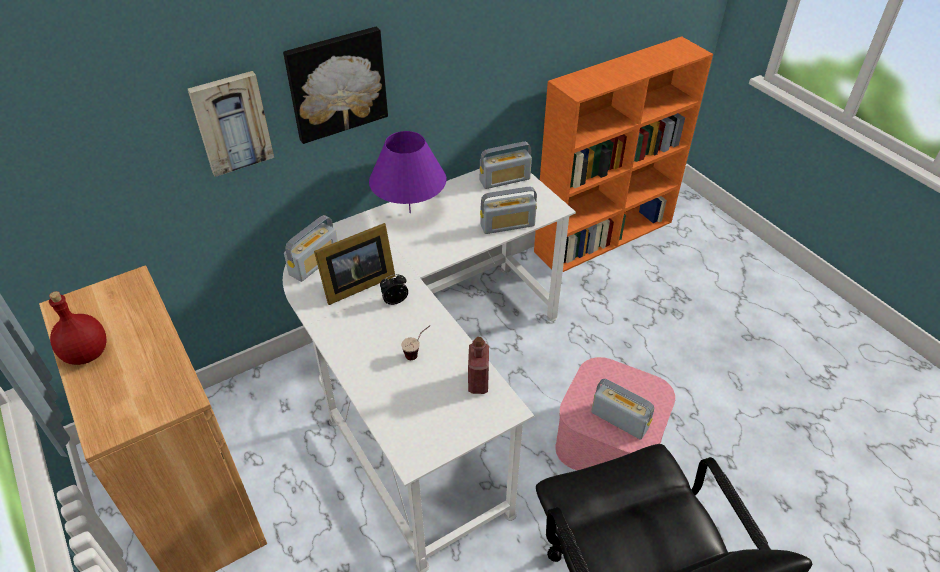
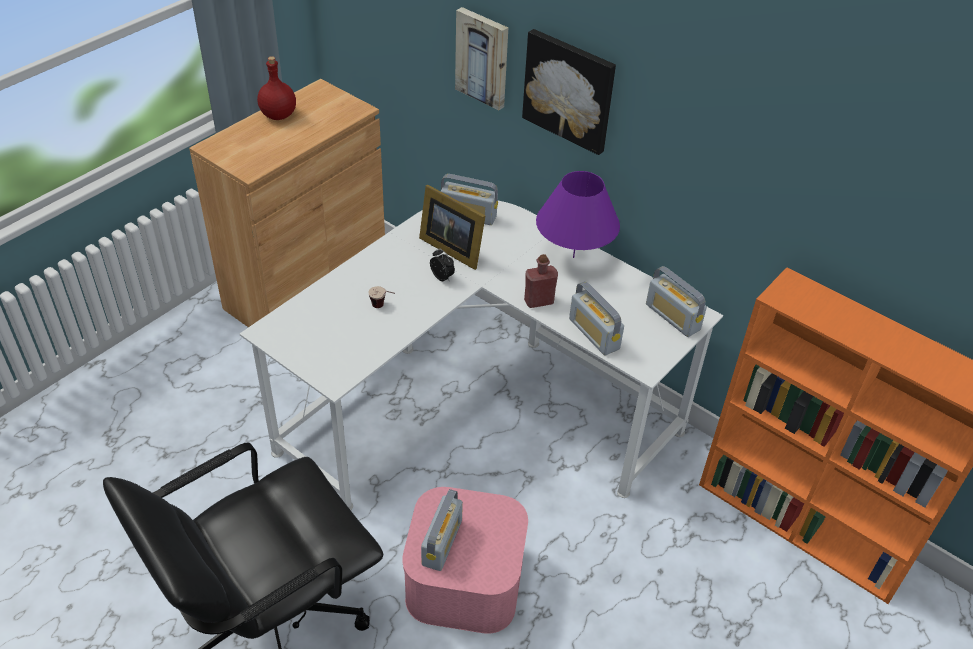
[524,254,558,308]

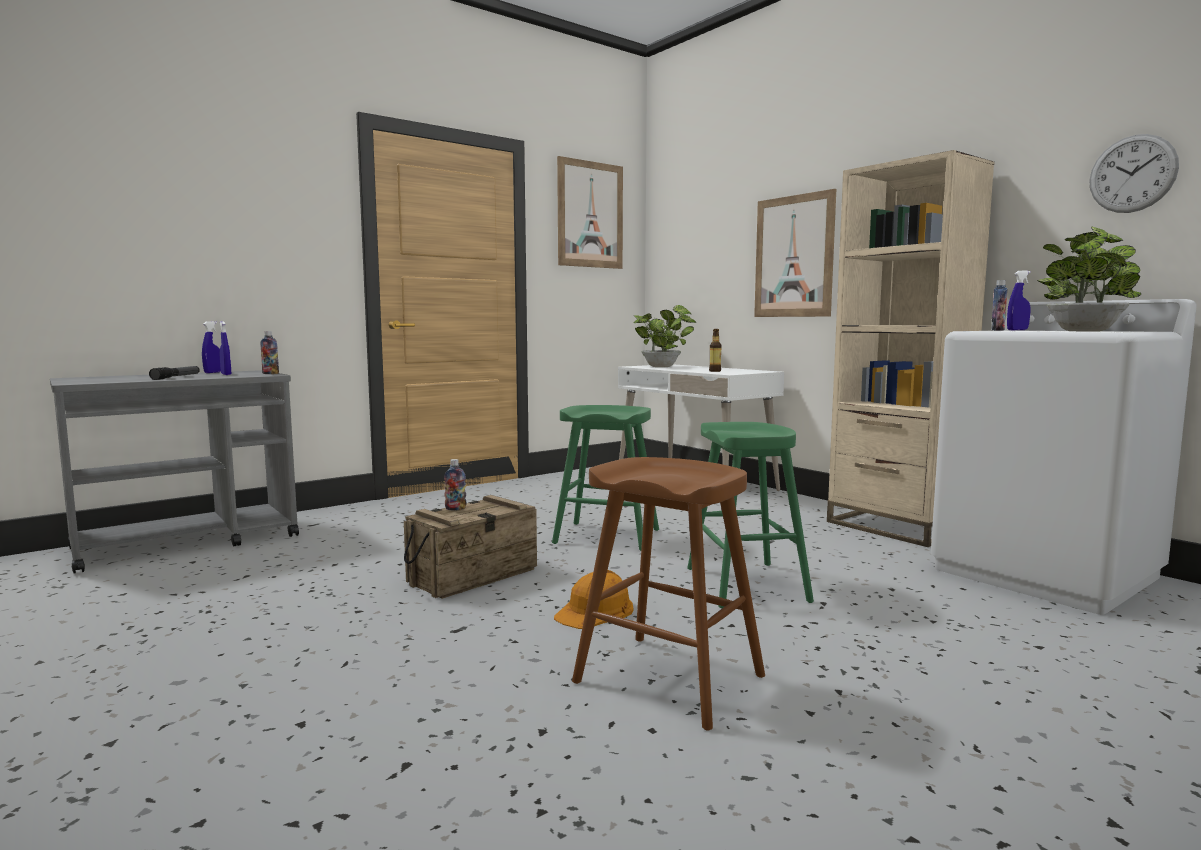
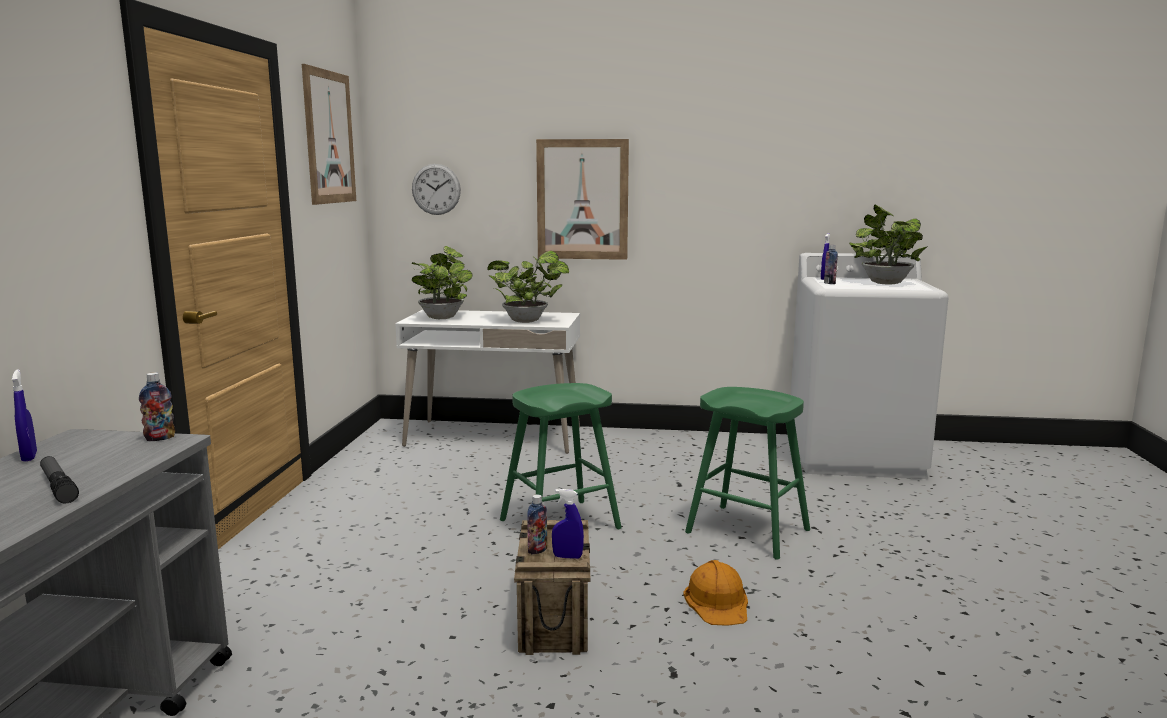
[572,457,765,731] (first image)
[827,150,995,547] (first image)
[552,489,584,559]
[412,164,461,215]
[487,251,569,323]

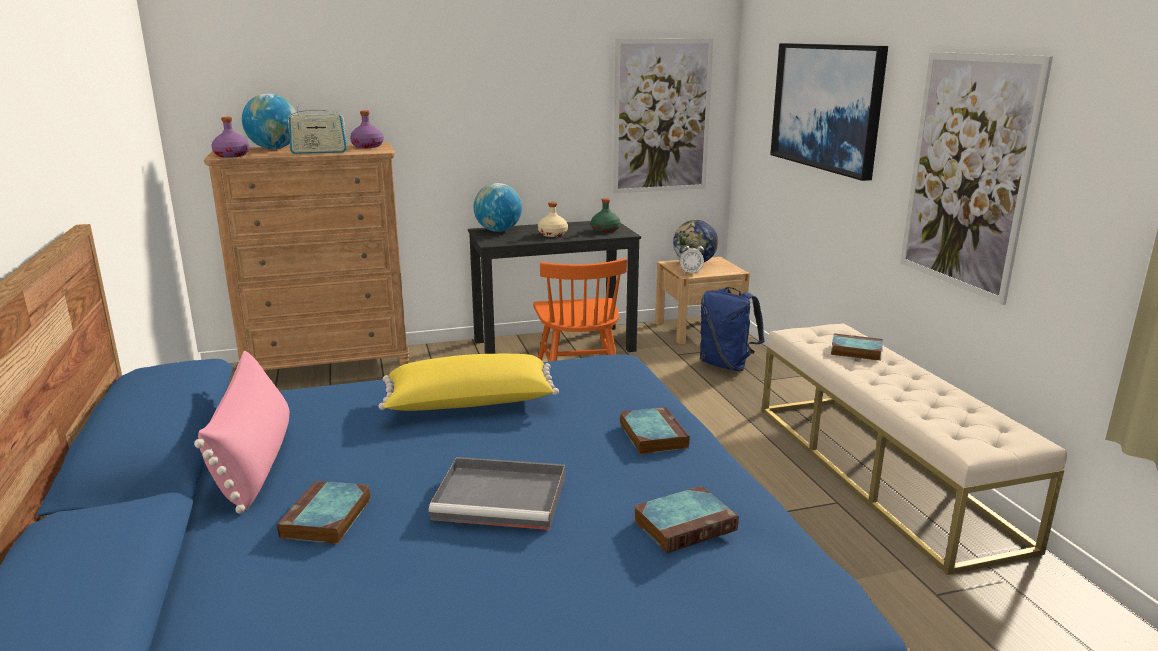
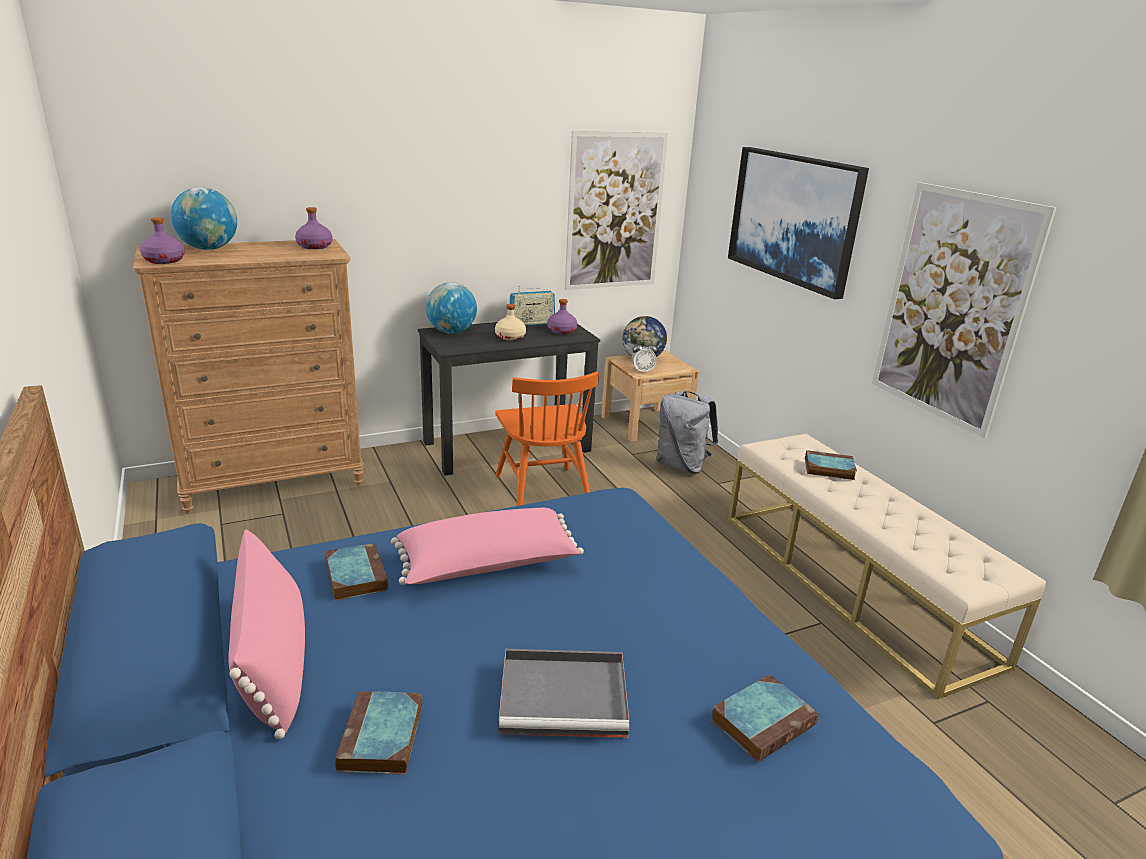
[509,286,555,326]
[325,543,388,601]
[391,508,584,585]
[547,299,577,335]
[657,391,718,474]

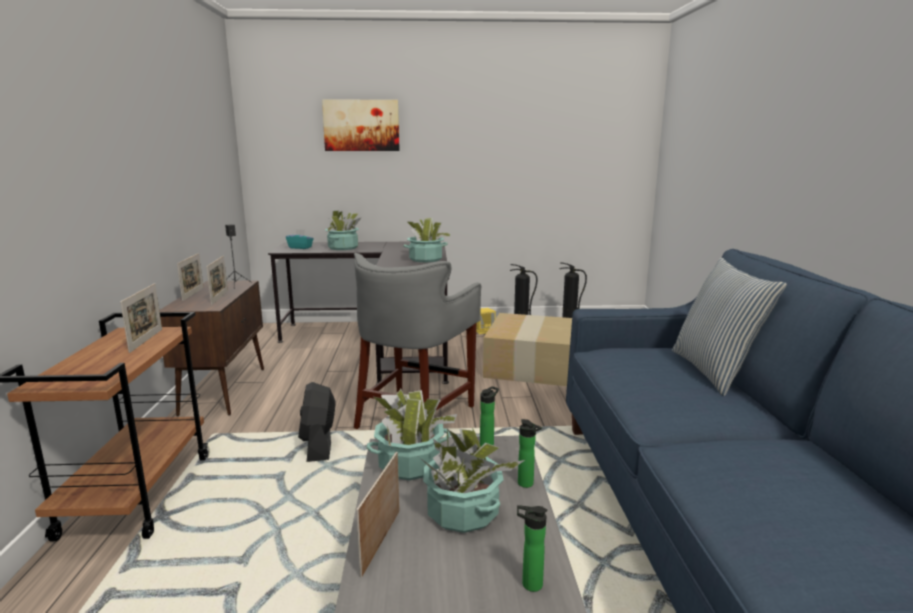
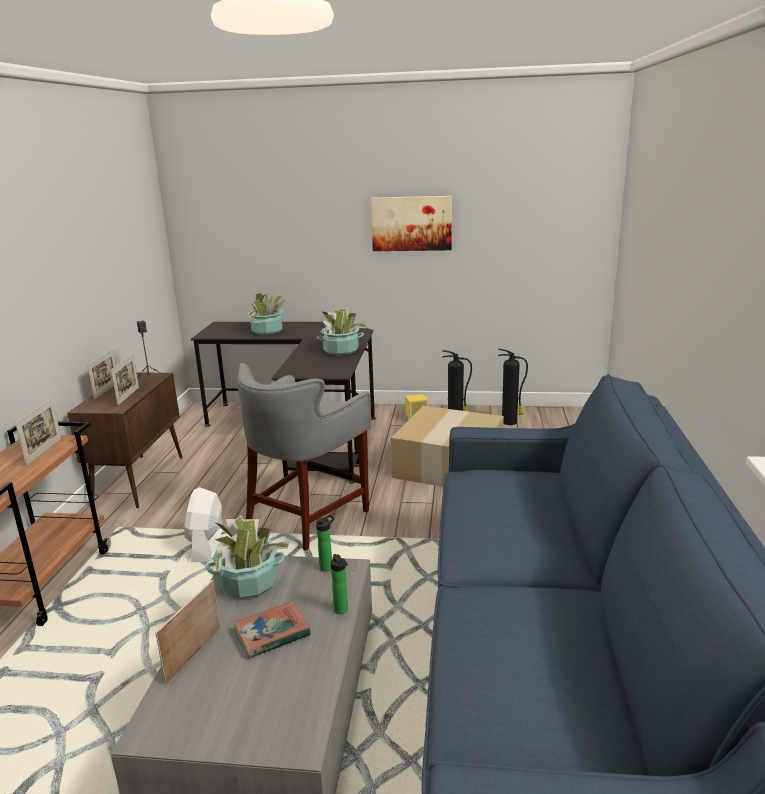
[286,229,314,249] (first image)
[517,505,547,592] (first image)
[672,258,787,396] (first image)
[371,196,452,251]
[234,601,311,658]
[184,487,223,562]

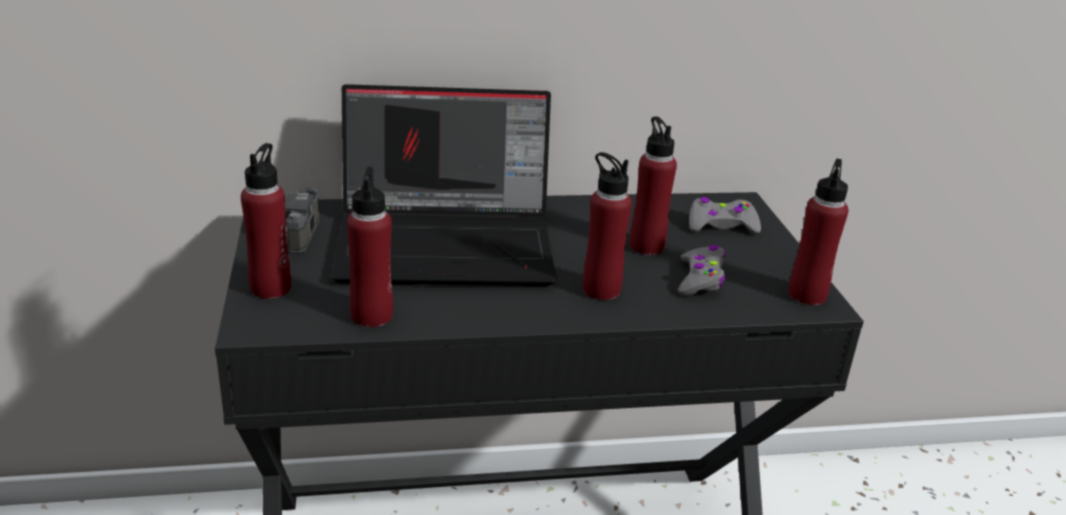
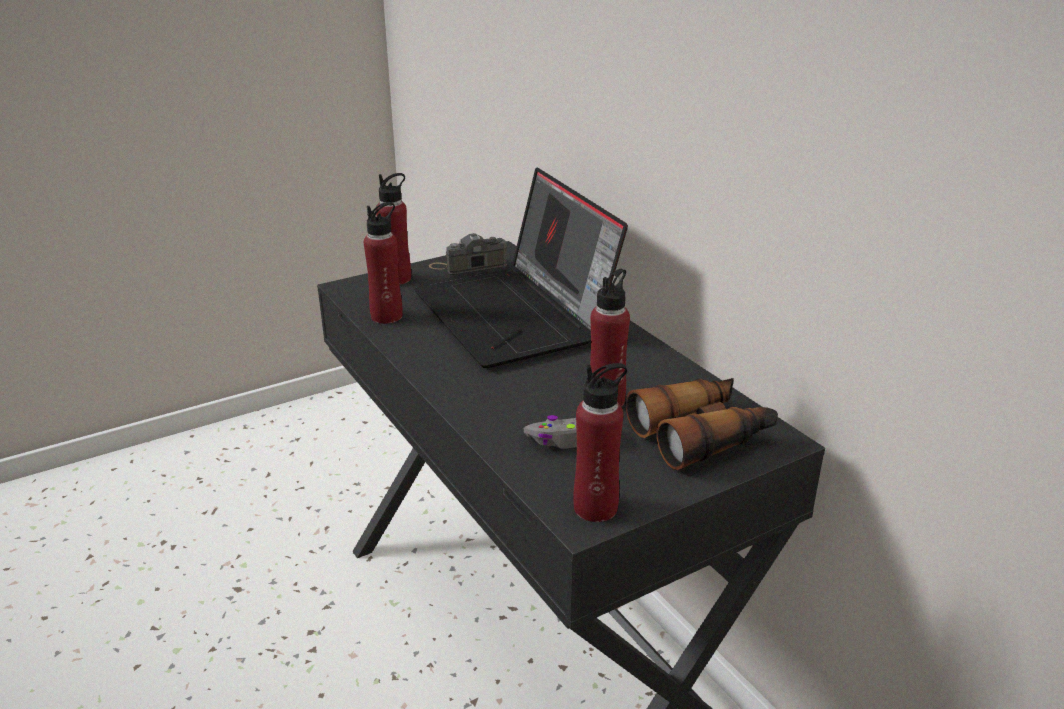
[582,152,632,300] (first image)
[626,378,778,470]

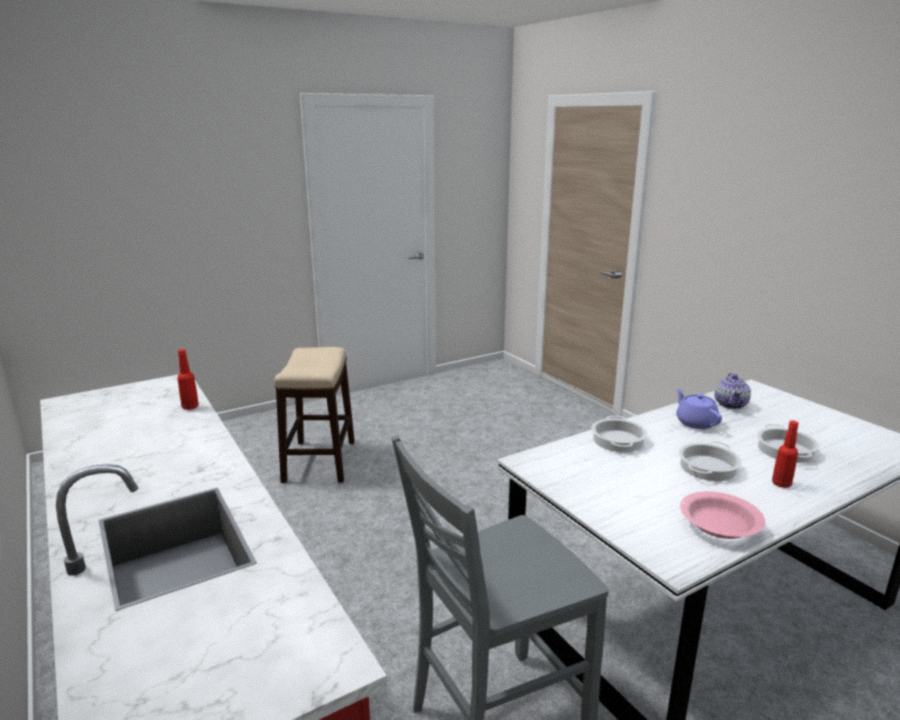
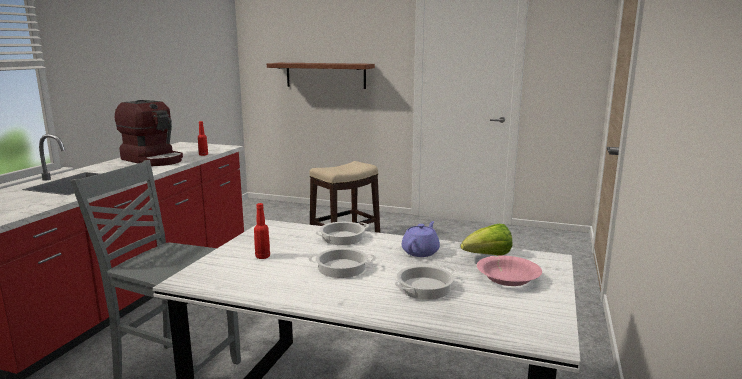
[115,100,183,166]
[267,63,375,89]
[477,256,542,286]
[254,203,270,259]
[461,224,513,256]

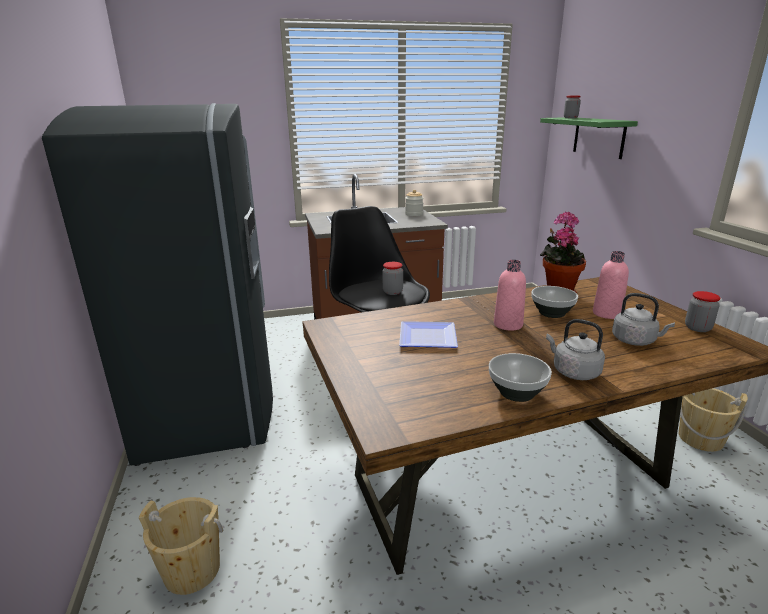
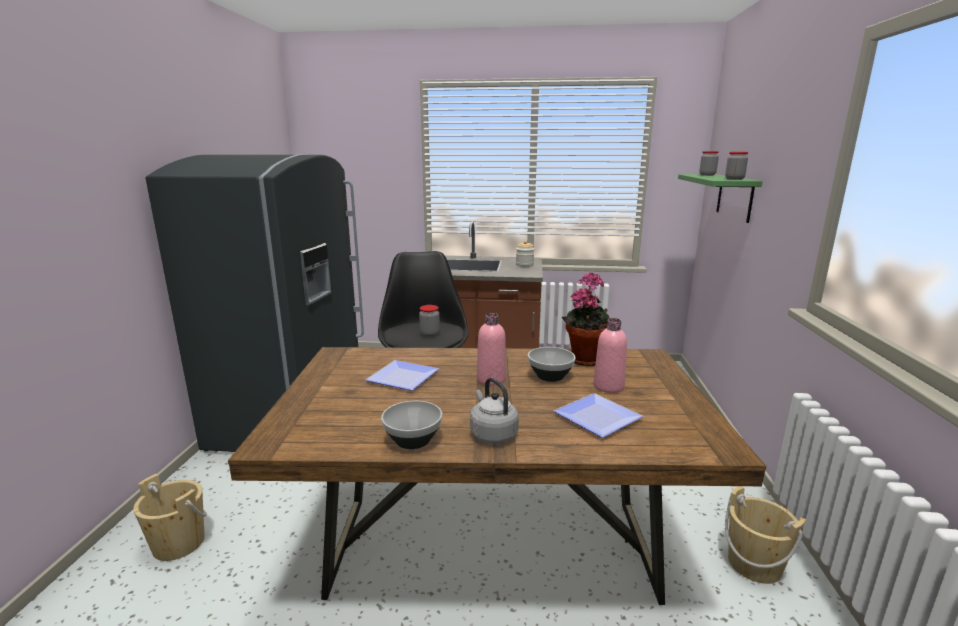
[725,152,748,180]
[553,393,643,438]

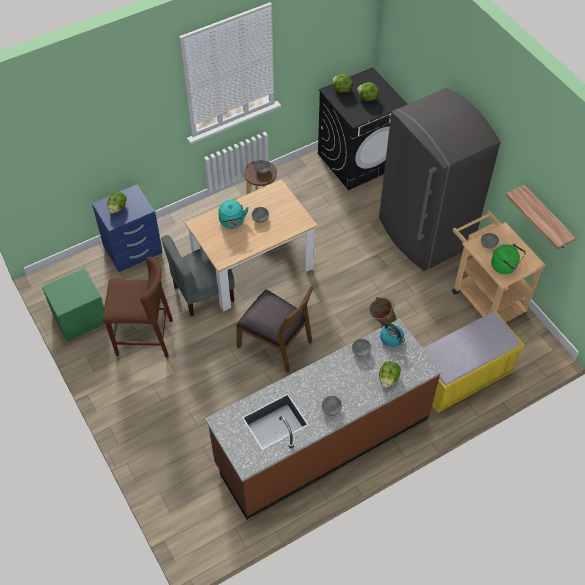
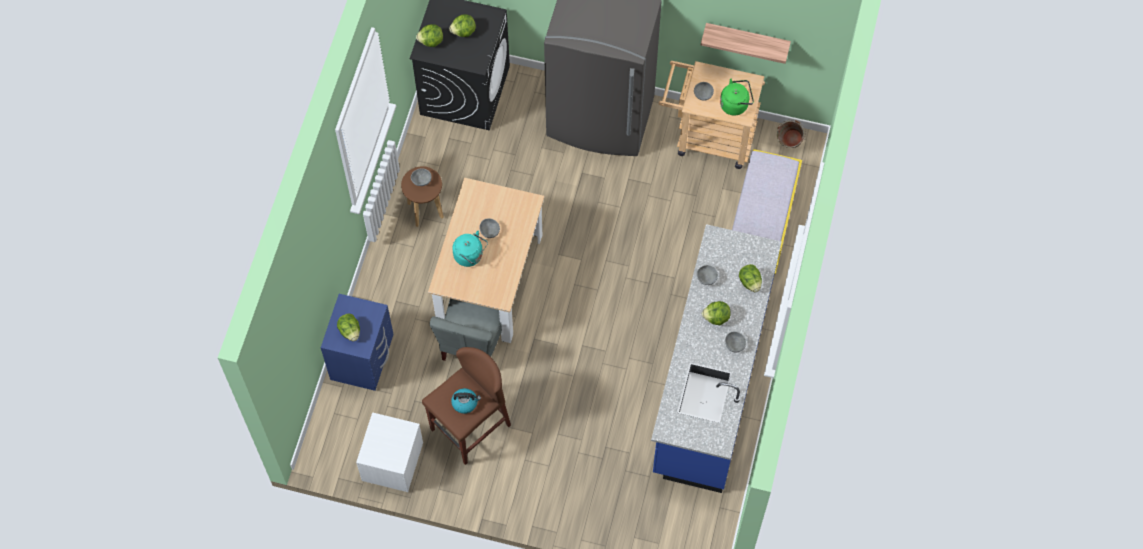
[236,285,314,373] (first image)
[702,301,731,325]
[777,120,806,148]
[451,388,481,414]
[356,412,423,492]
[651,224,782,493]

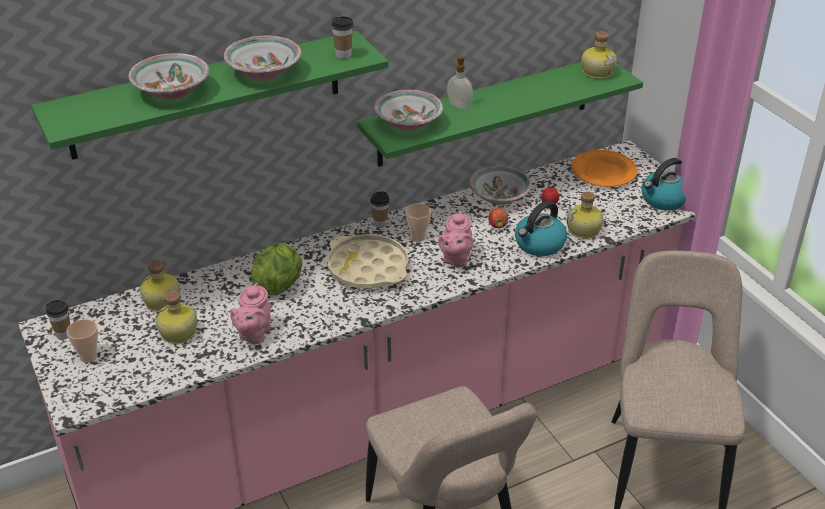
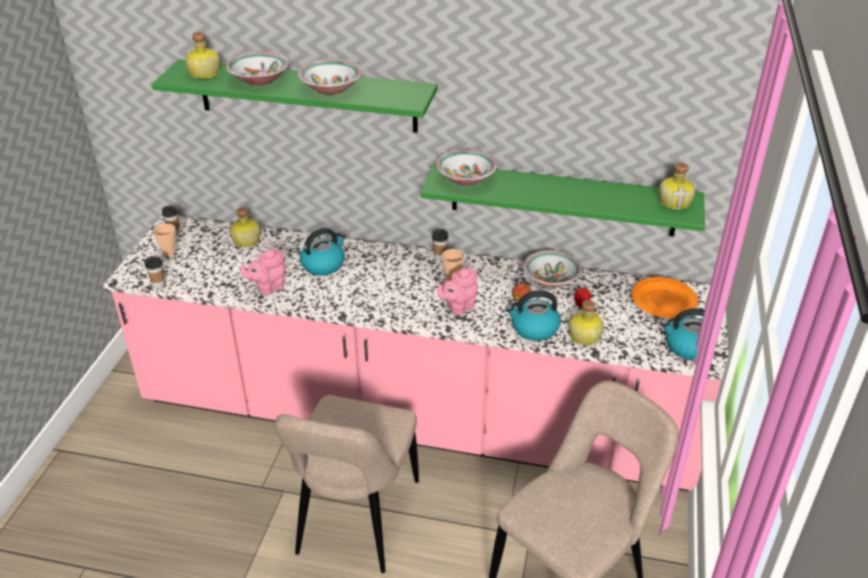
[327,234,409,289] (first image)
[447,55,473,109] (first image)
[185,32,220,79]
[145,256,165,288]
[300,228,346,276]

